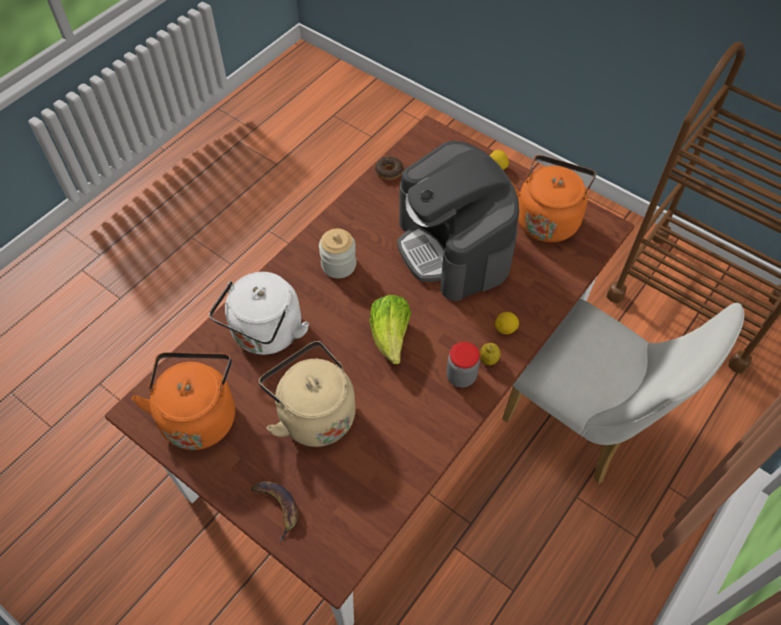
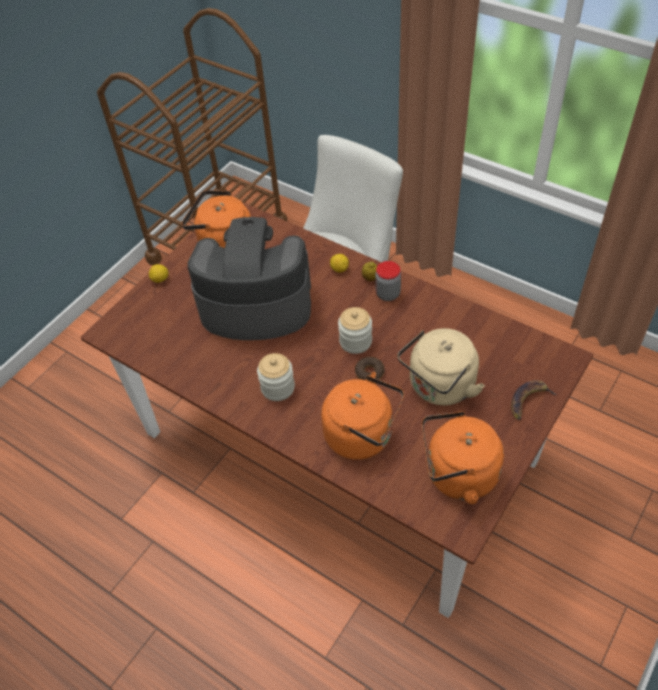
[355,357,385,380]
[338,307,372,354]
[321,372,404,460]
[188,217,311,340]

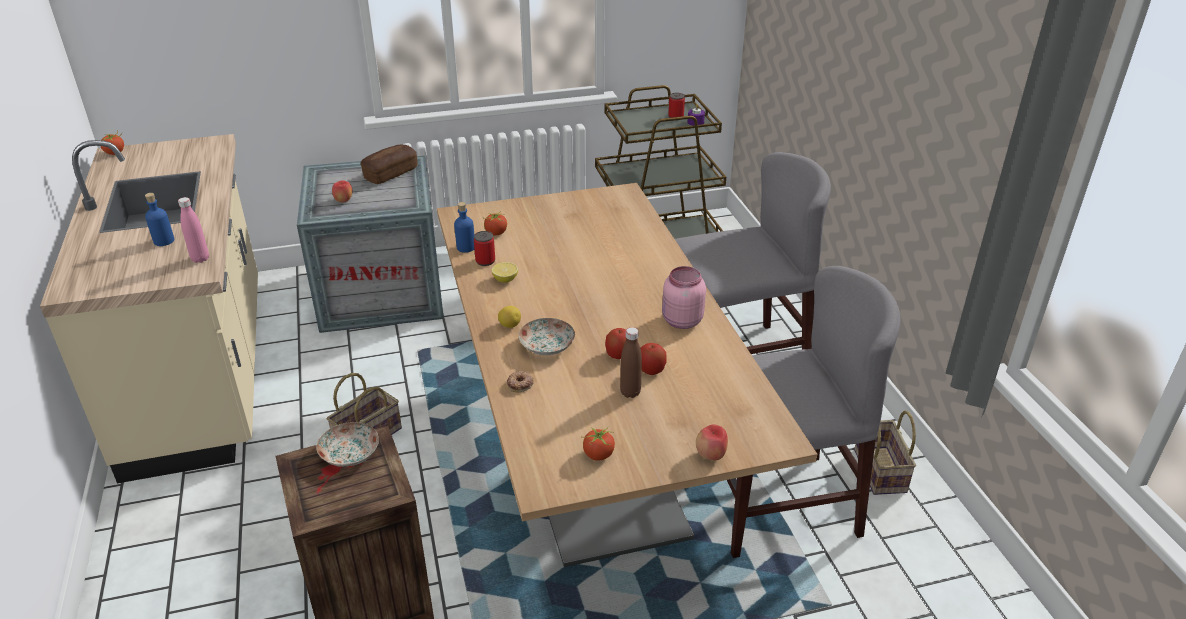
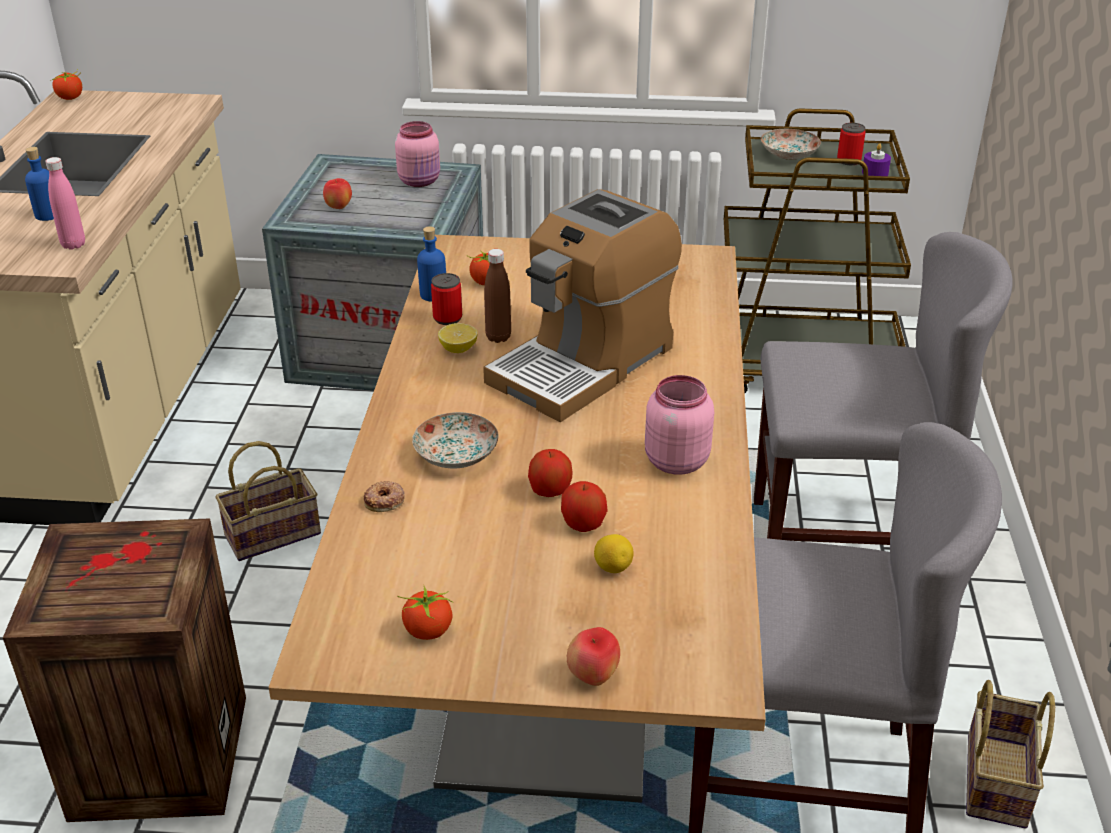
[483,189,682,422]
[761,129,821,160]
[594,534,634,573]
[484,249,511,343]
[395,121,440,187]

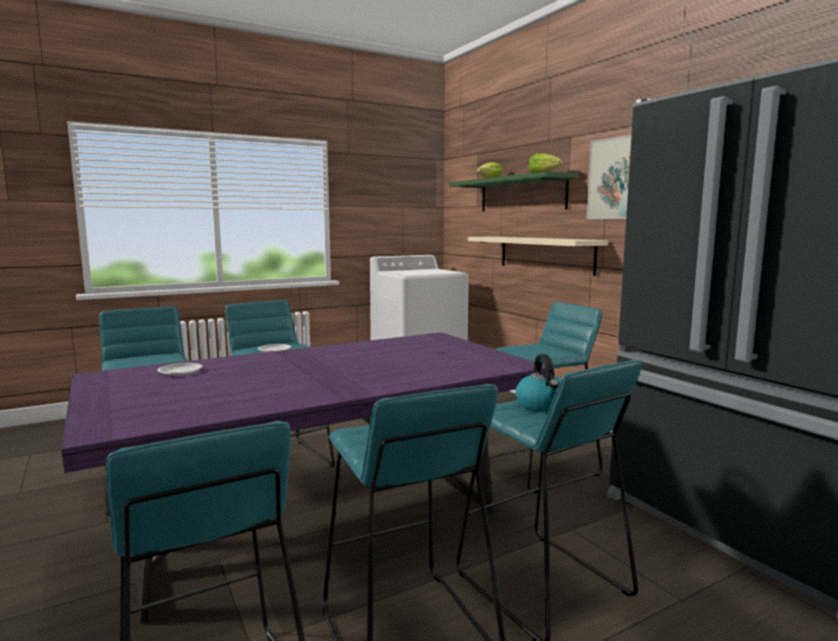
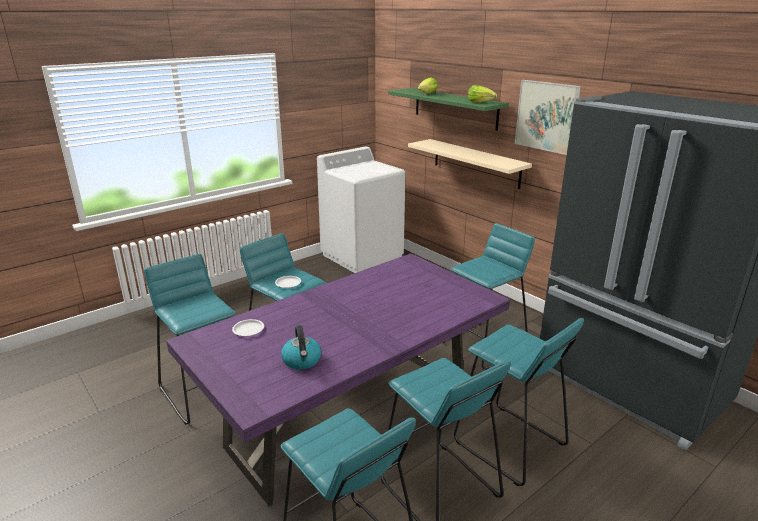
[281,325,321,370]

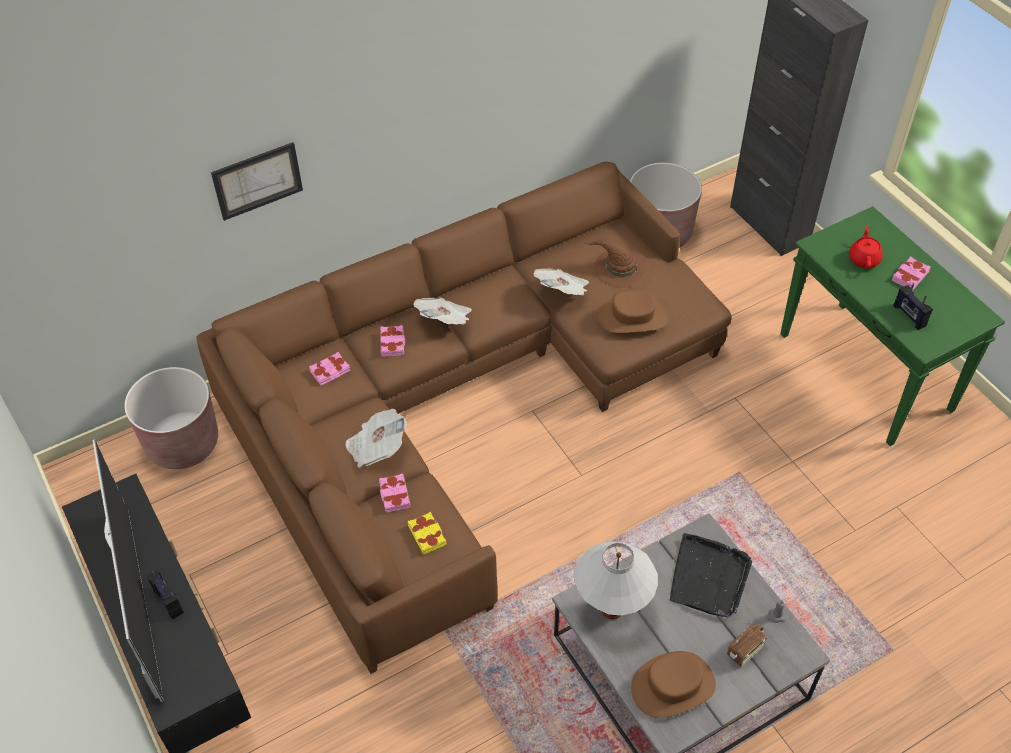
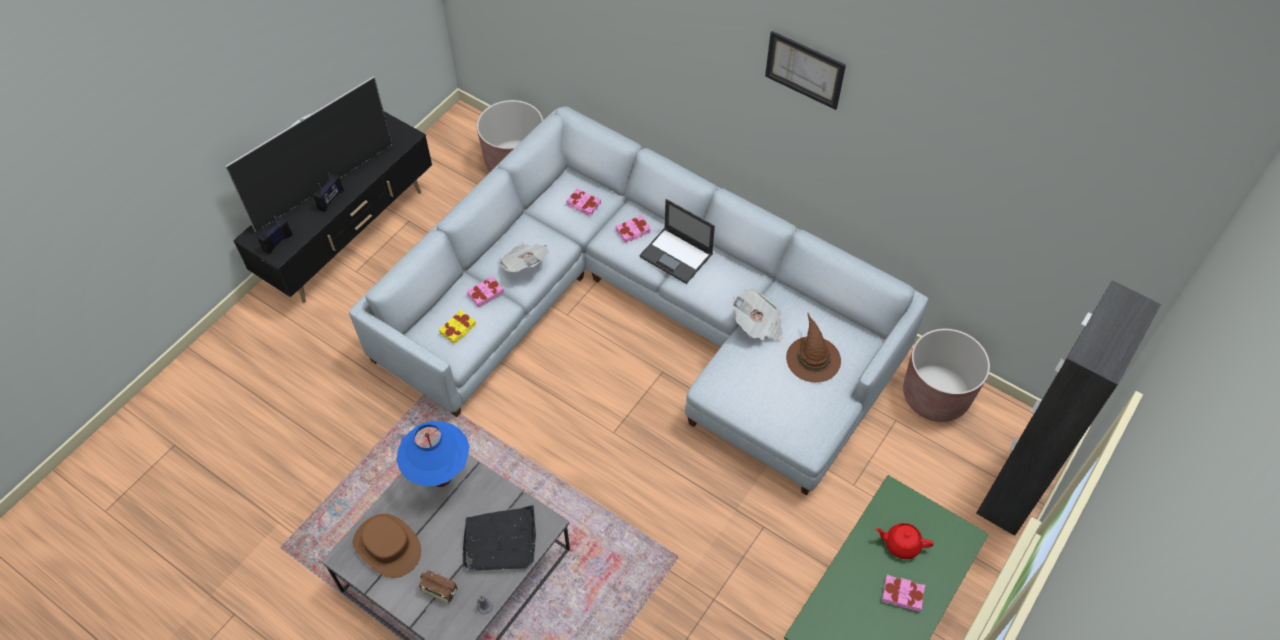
[598,290,667,333] (first image)
[765,31,846,110]
[257,216,293,255]
[639,199,715,284]
[349,106,928,496]
[396,421,470,487]
[875,523,934,559]

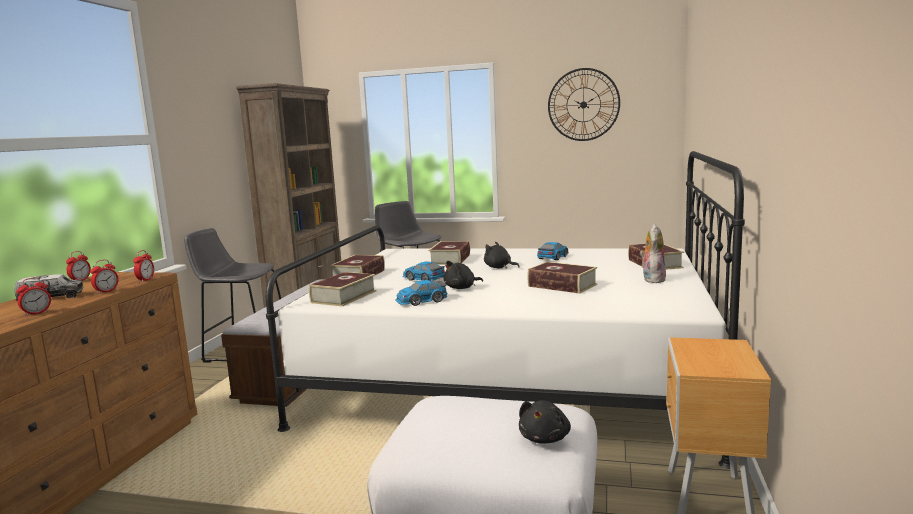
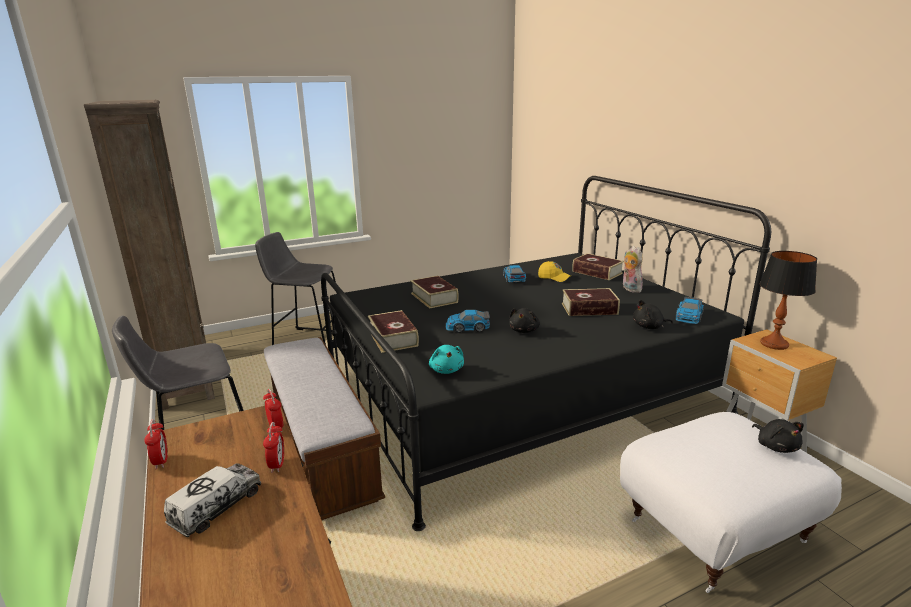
[17,278,51,317] (first image)
[548,68,620,141] (first image)
[538,261,571,282]
[759,251,817,350]
[676,297,704,324]
[633,300,673,329]
[429,345,464,374]
[321,176,771,531]

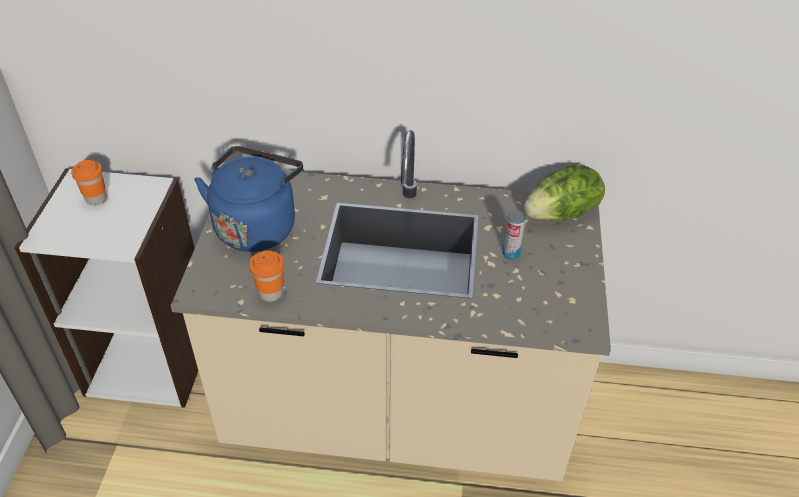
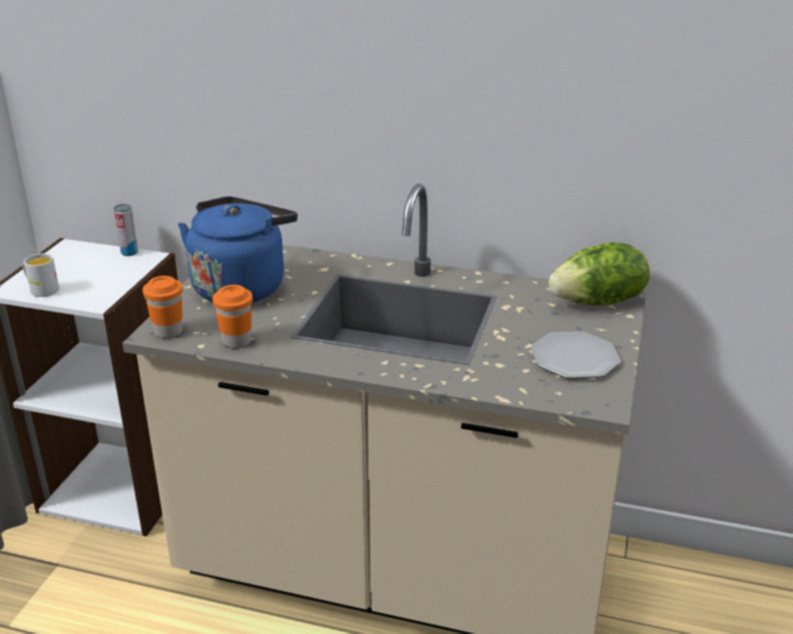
[22,253,59,297]
[531,331,621,379]
[143,276,183,338]
[114,204,138,256]

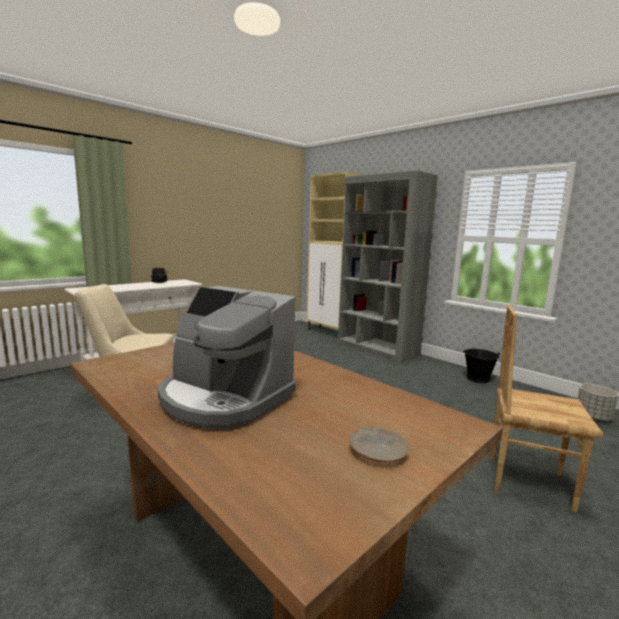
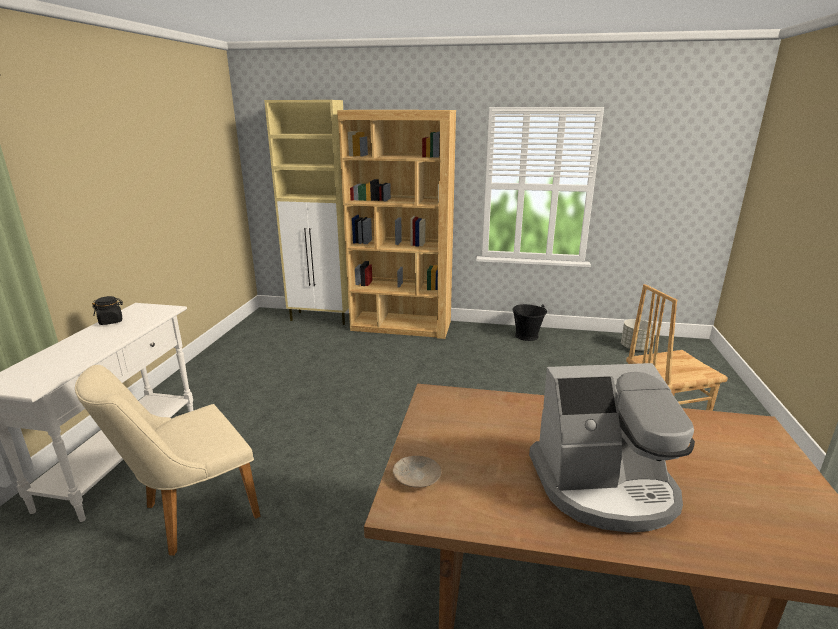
[393,456,442,488]
[337,110,456,339]

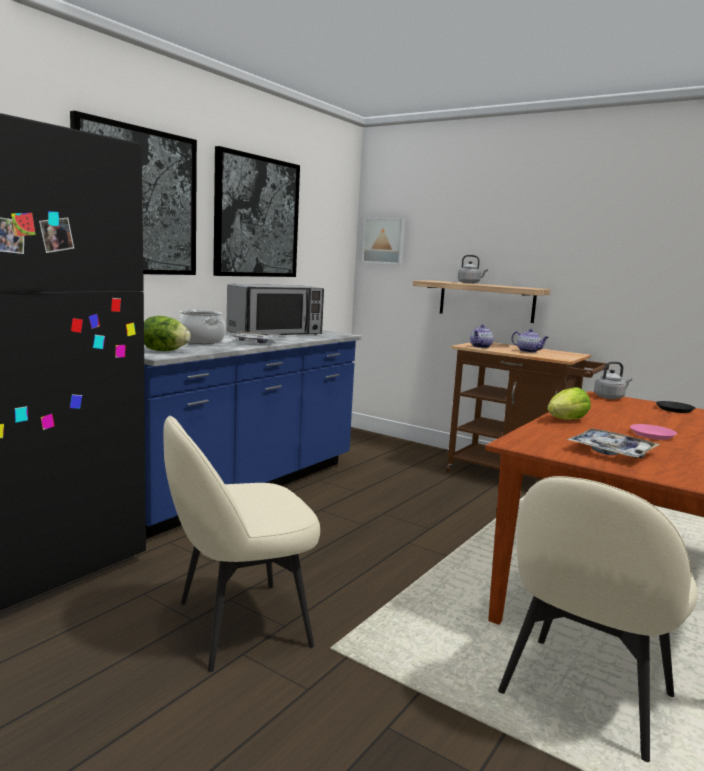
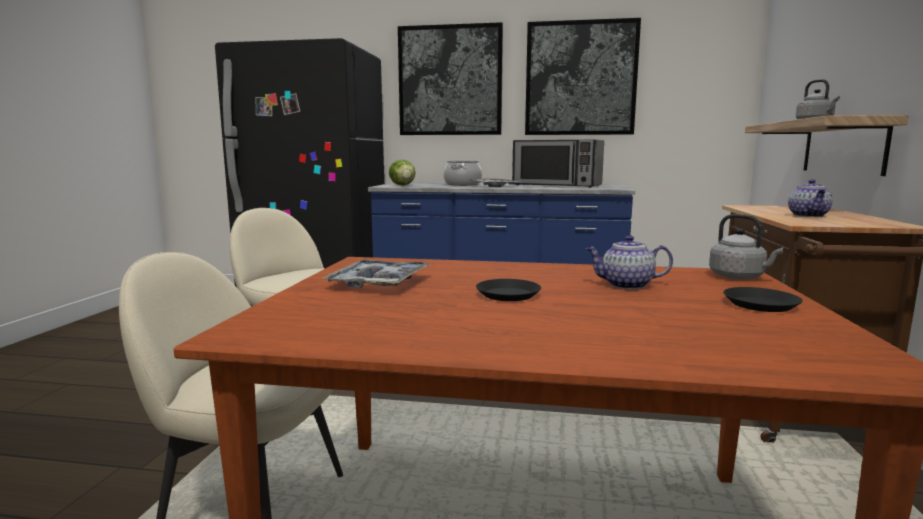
[362,218,406,265] (first image)
[547,387,591,420] (first image)
[586,235,673,289]
[476,279,541,301]

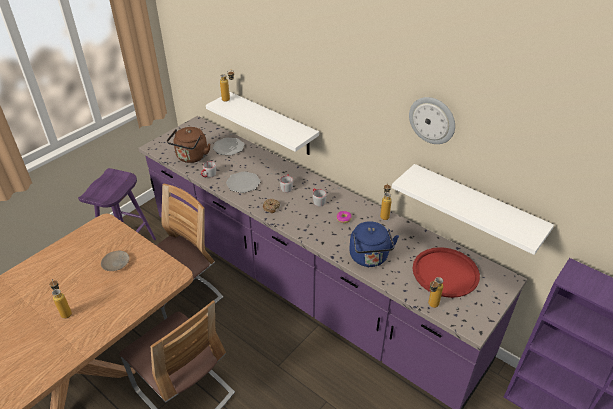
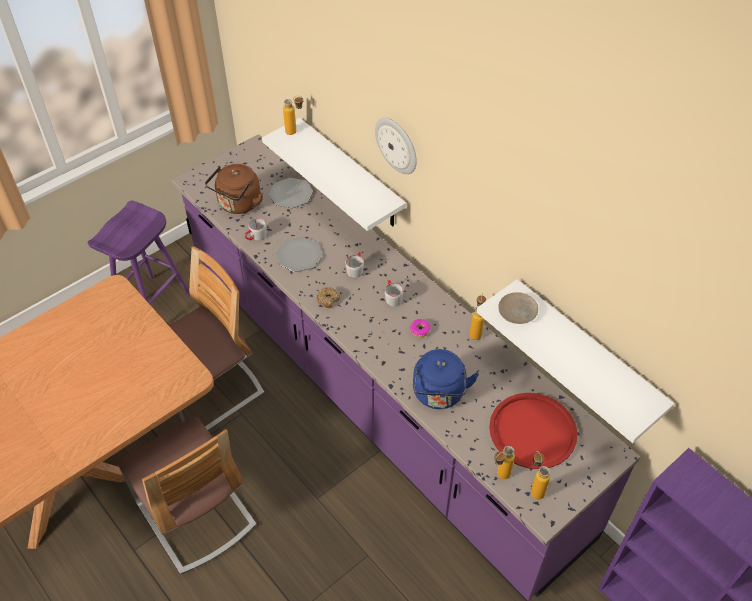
[531,451,550,499]
[498,292,538,324]
[375,118,417,174]

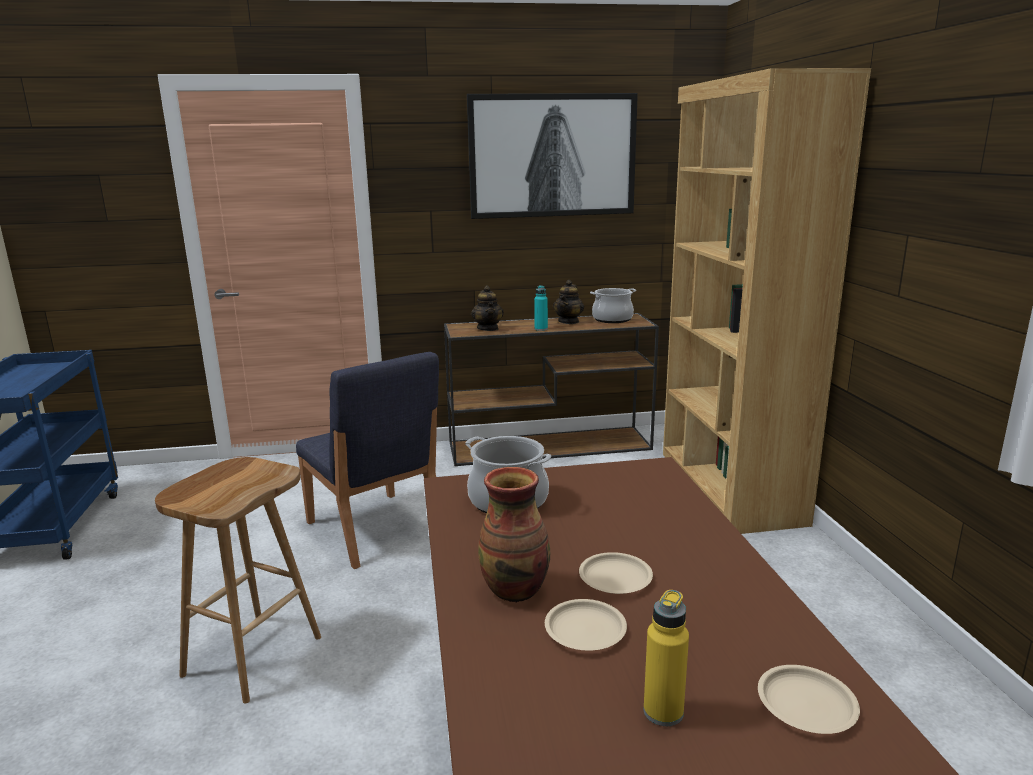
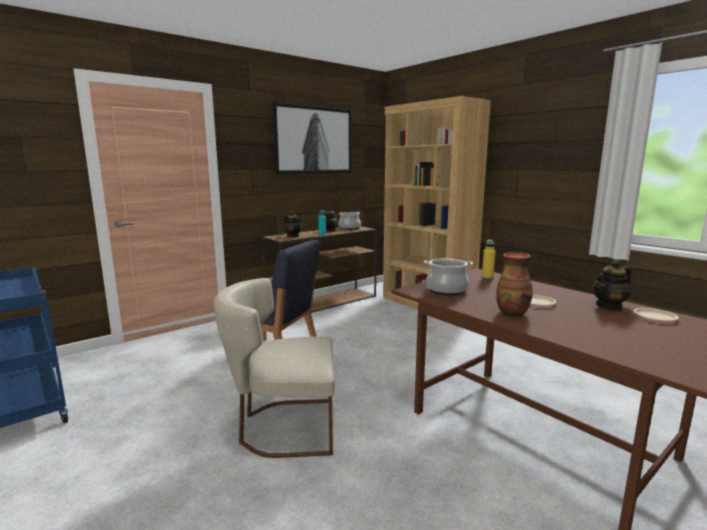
[545,599,627,651] (first image)
[593,260,631,310]
[482,239,496,279]
[214,278,335,458]

